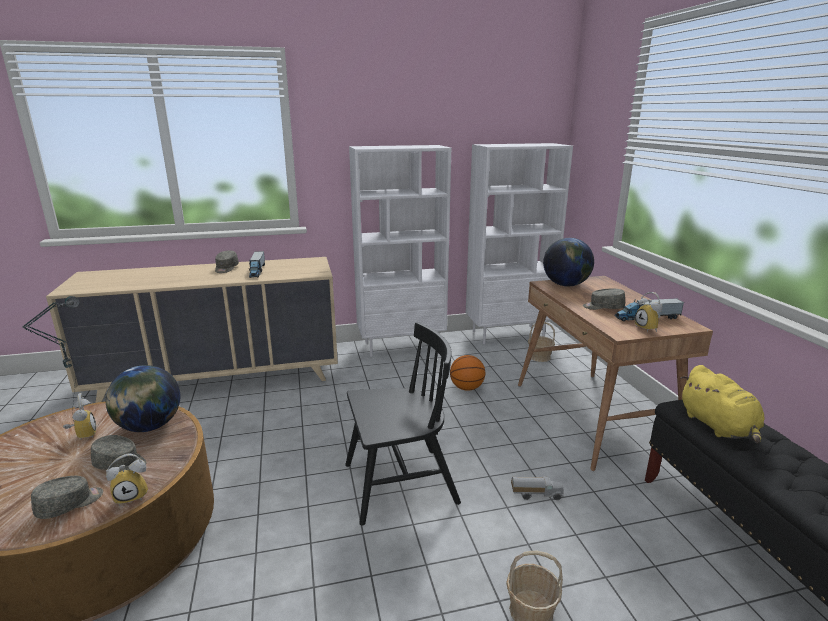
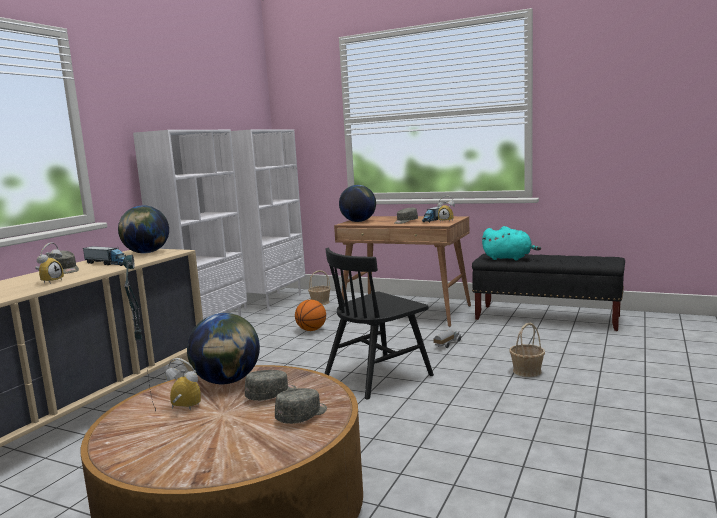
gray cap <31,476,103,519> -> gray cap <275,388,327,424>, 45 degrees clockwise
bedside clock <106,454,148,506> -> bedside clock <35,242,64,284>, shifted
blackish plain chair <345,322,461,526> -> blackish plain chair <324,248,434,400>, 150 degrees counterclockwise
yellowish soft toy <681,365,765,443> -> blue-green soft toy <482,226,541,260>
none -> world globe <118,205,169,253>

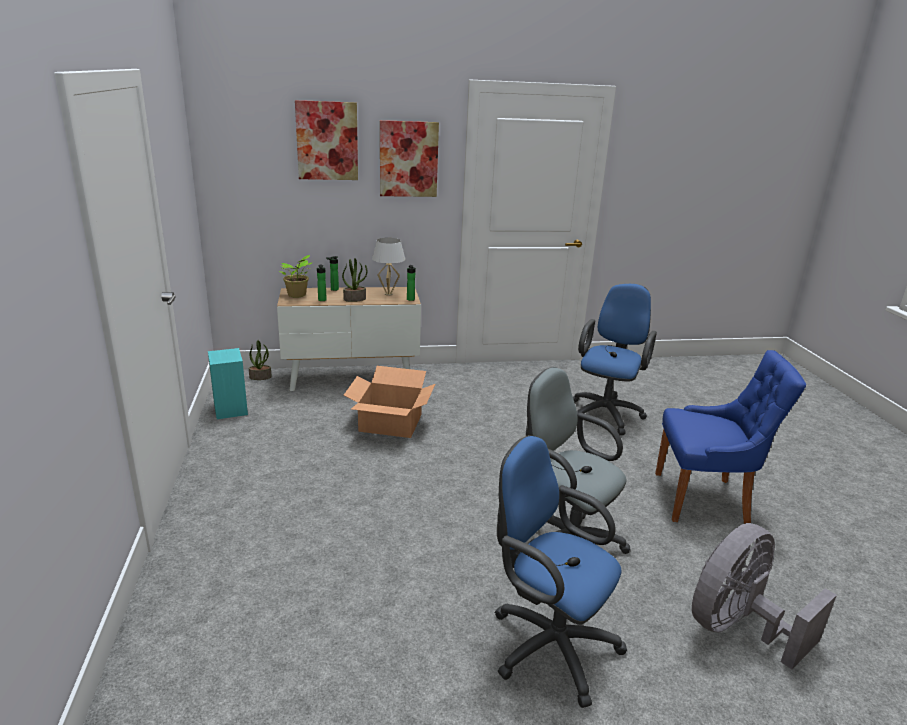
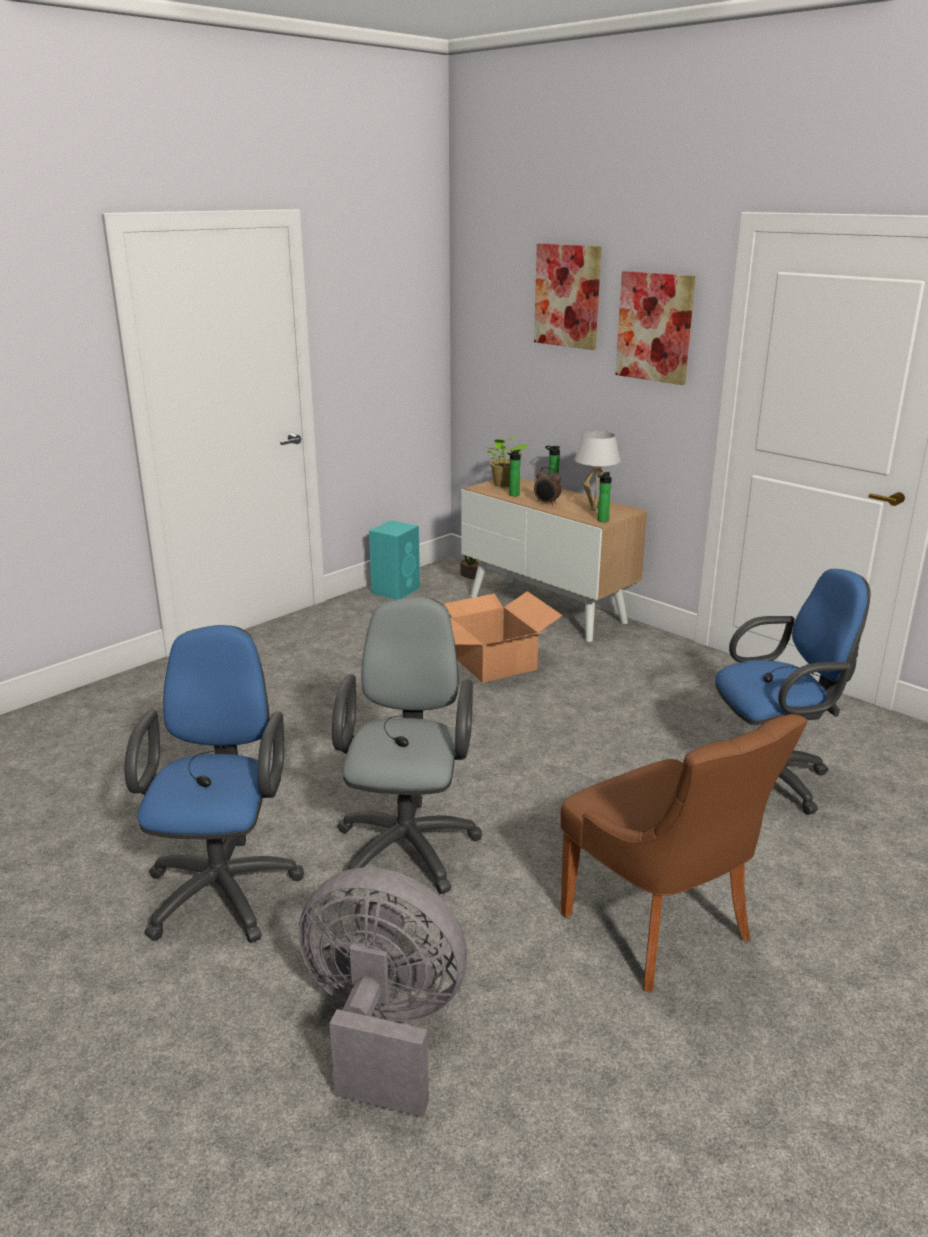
plant in a pot <342,258,367,302> -> bedside clock <534,467,562,505>
blue-coloured plain chair <655,350,806,524> -> brown-coloured plain chair <560,714,808,992>

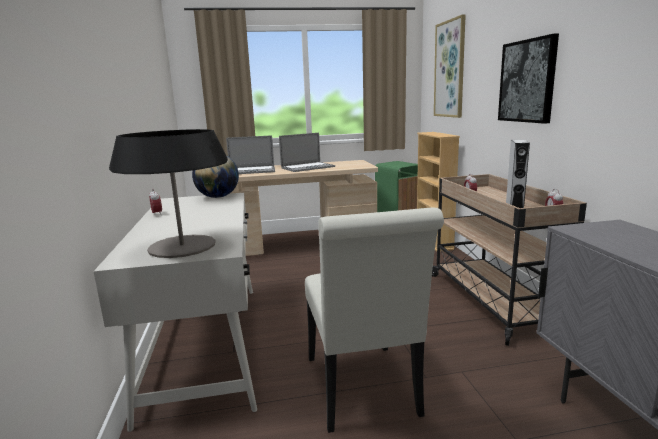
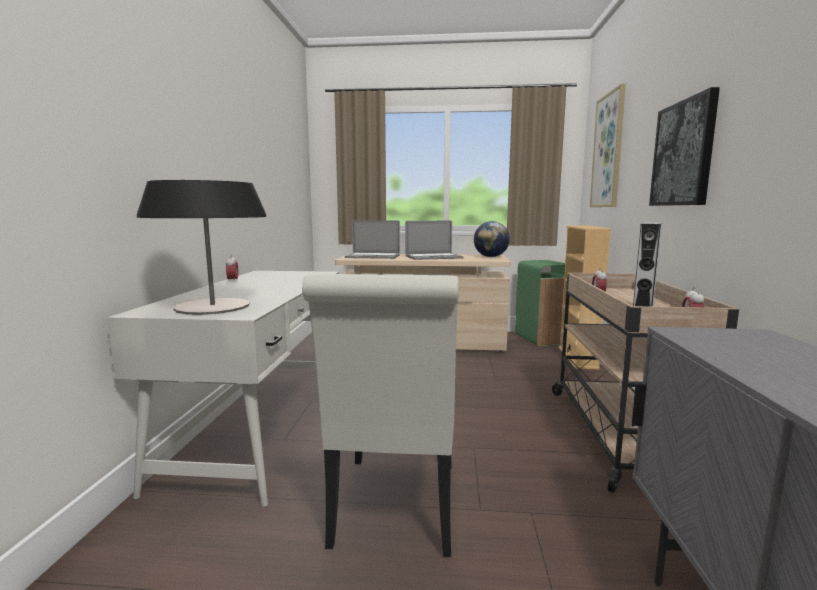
world globe <192,155,239,198> -> world globe <474,221,510,257>, shifted

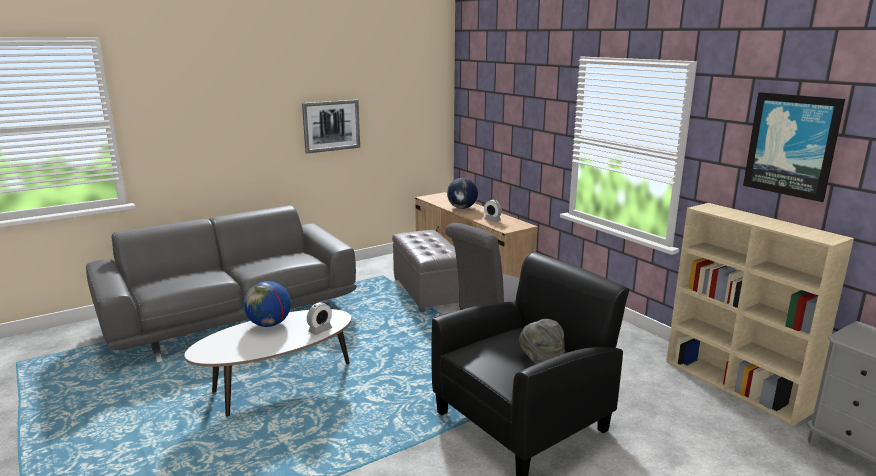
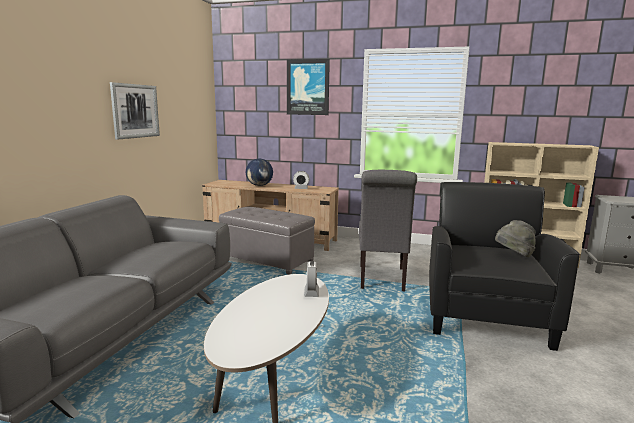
world globe <244,281,291,327> -> none
picture <743,92,845,202> -> picture <287,59,330,115>, shifted

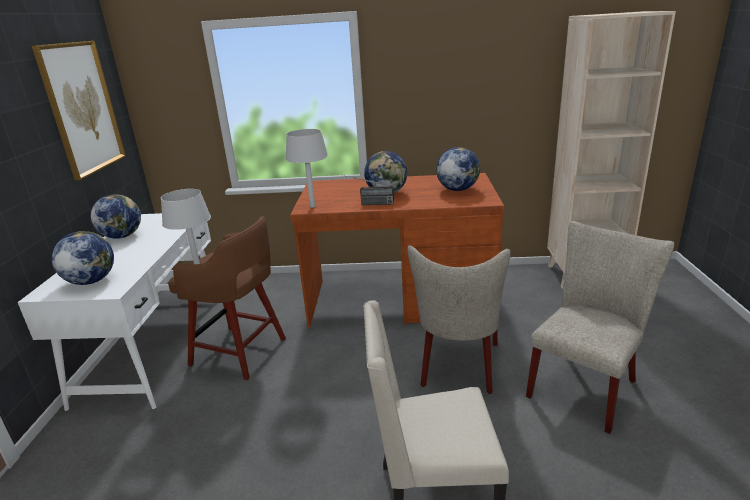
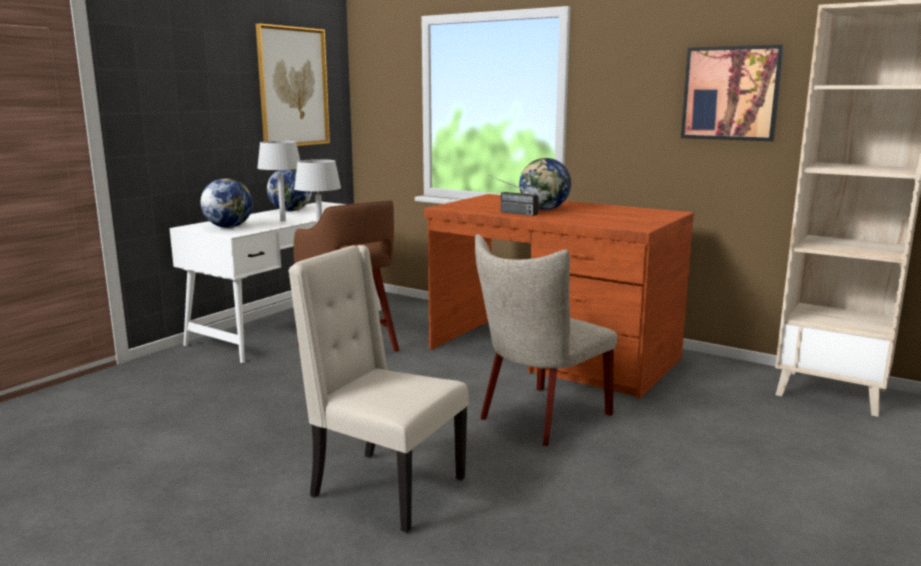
gray tabletop lamp <285,129,328,208> -> gray tabletop lamp <257,141,300,221>, shifted
world globe <436,147,480,191> -> none
beige plain chair <526,221,674,434> -> none
none -> picture <681,45,784,141>

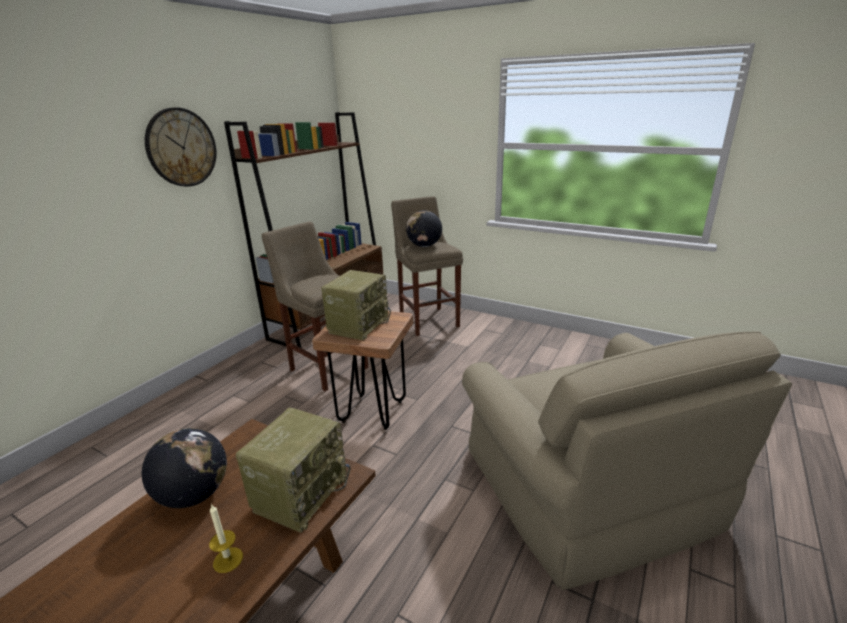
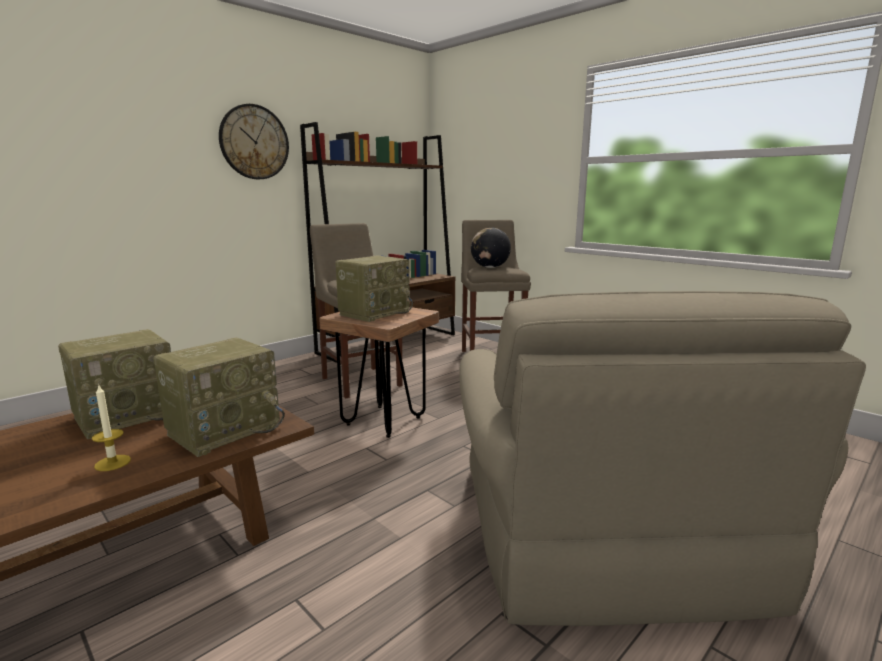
world globe <142,428,227,508> -> radio receiver <58,329,171,439>

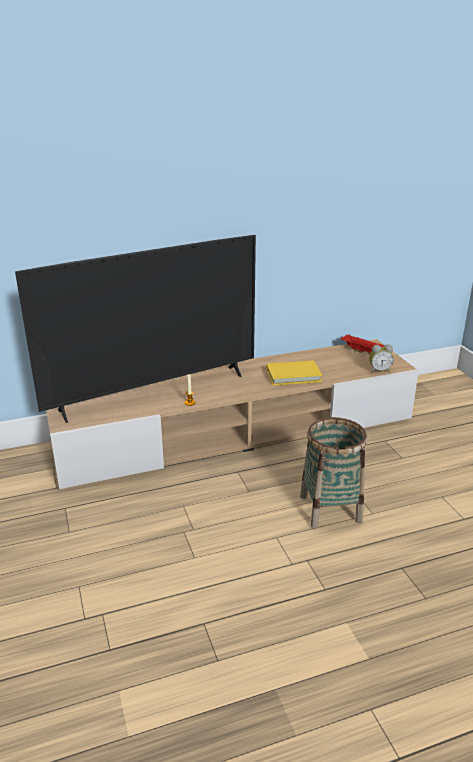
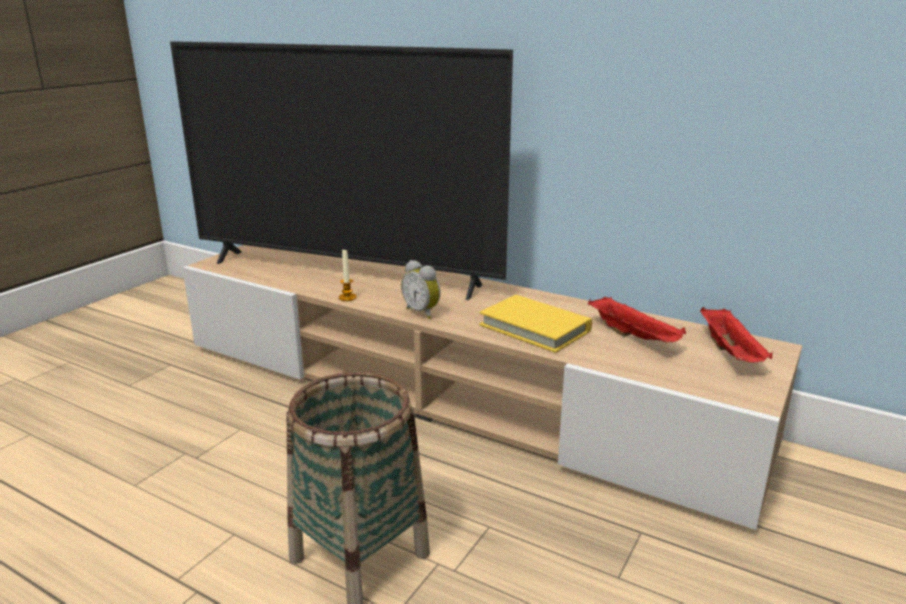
bedside clock <369,345,394,373> -> bedside clock <401,260,441,319>, shifted
none -> red tray <588,297,686,342>

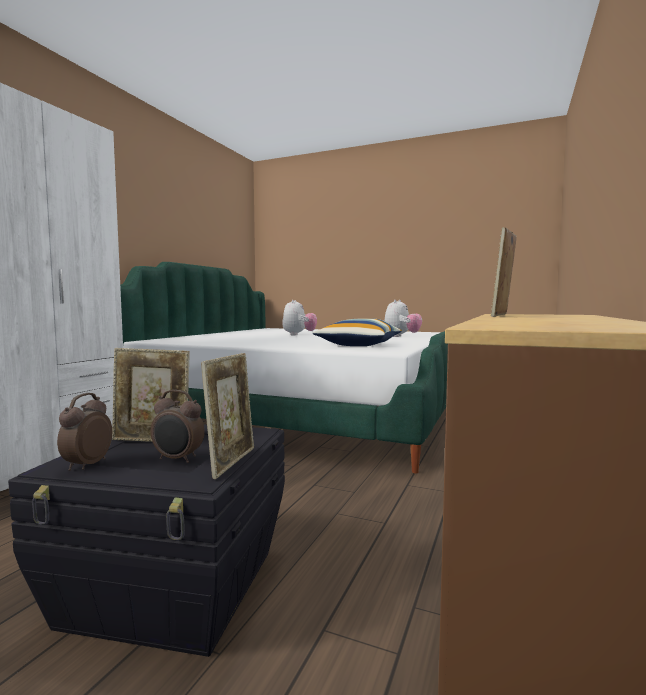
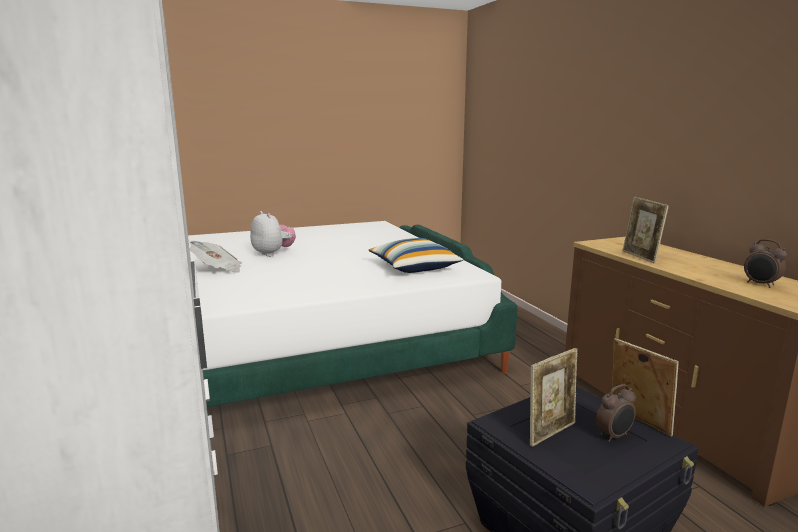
bedside clock <57,393,112,471> -> bedside clock <744,239,787,288>, shifted
soft toy <384,300,422,337> -> none
none -> newspaper <189,241,242,273>

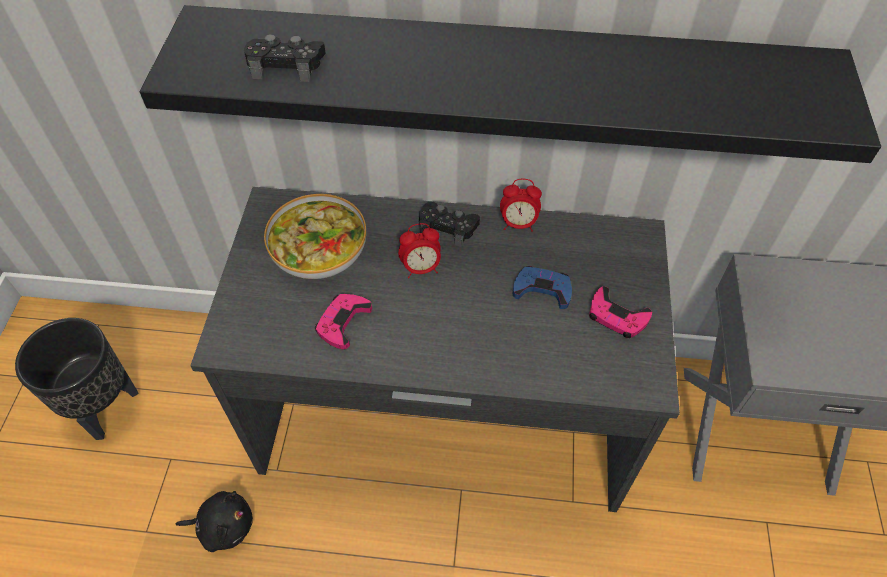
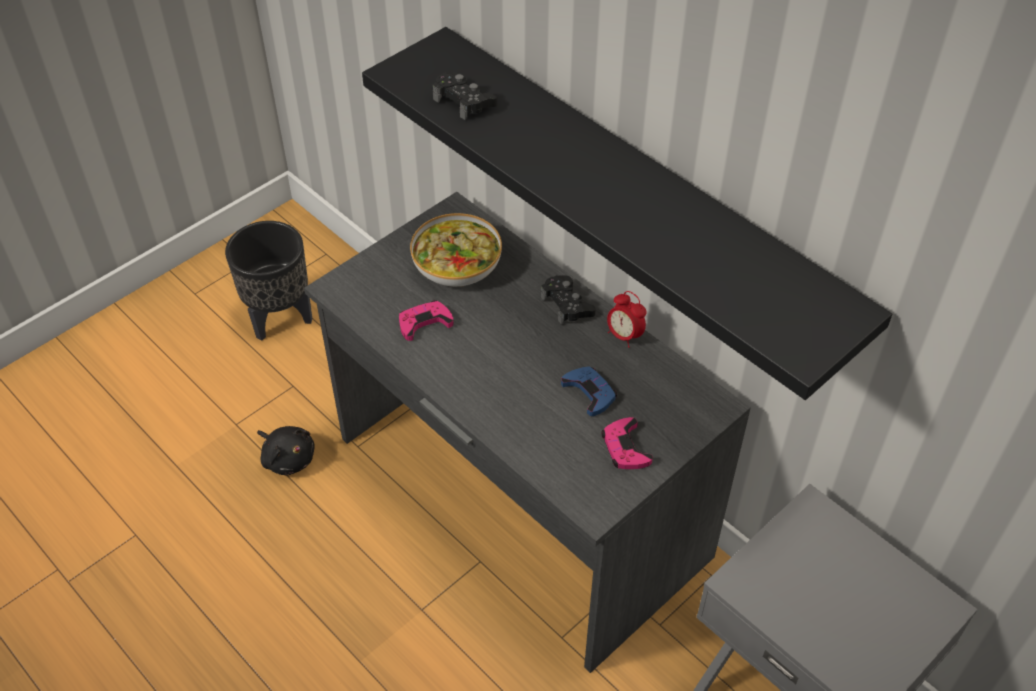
bedside clock <398,223,441,278> -> none

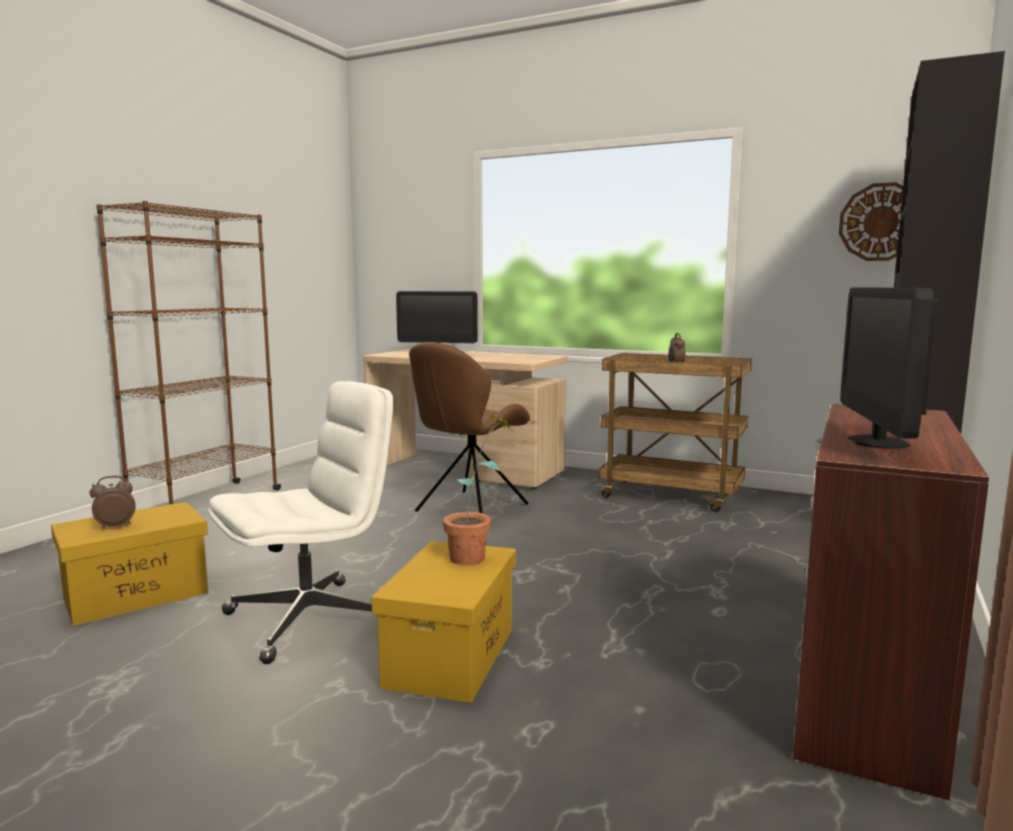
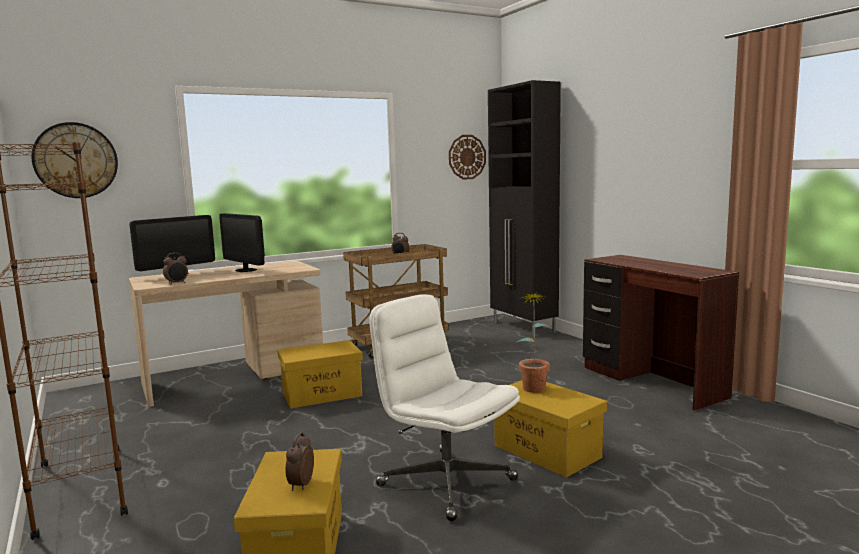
whitish desk chair <208,381,393,664> -> whitish desk chair <369,294,520,521>, 45 degrees counterclockwise
brown-coloured plain chair <409,342,530,513> -> yellowish storage bin <277,340,363,409>
computer display <840,288,938,449> -> computer display <219,213,265,272>, shifted
none -> hanging clock <31,122,118,198>
none -> bedside clock <163,253,188,285>

